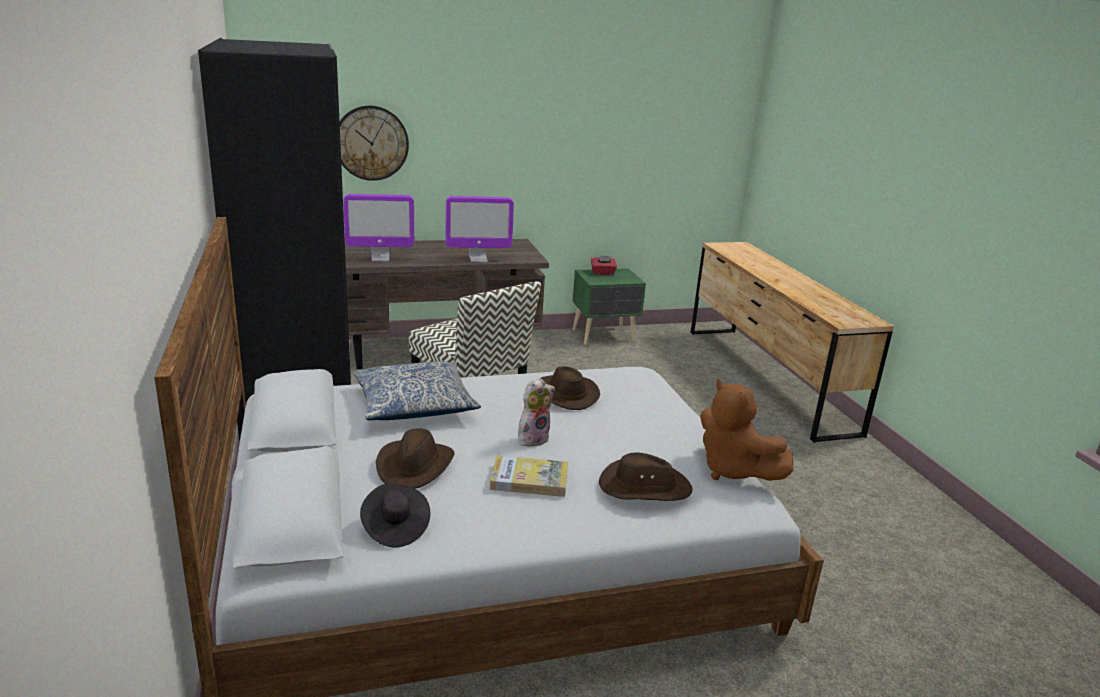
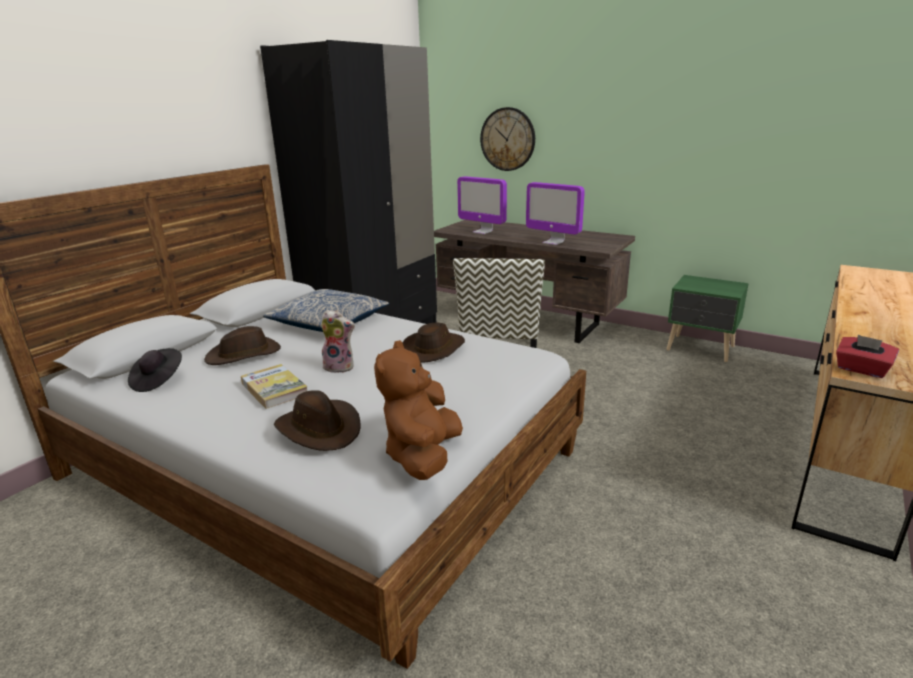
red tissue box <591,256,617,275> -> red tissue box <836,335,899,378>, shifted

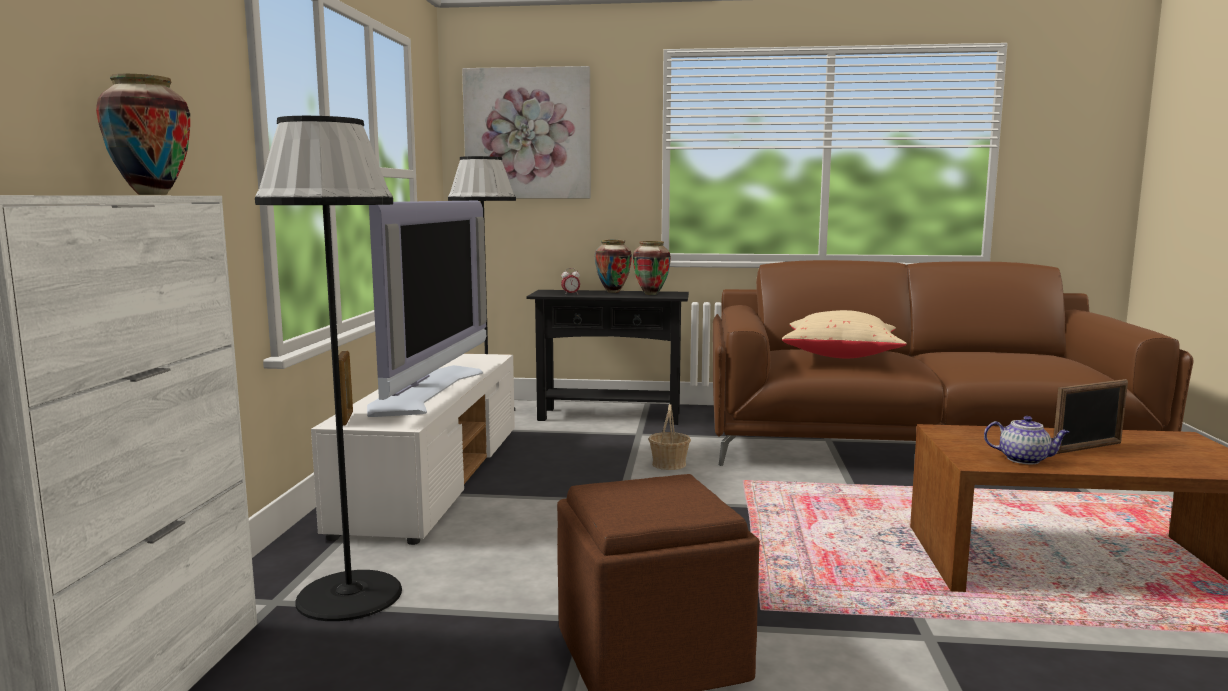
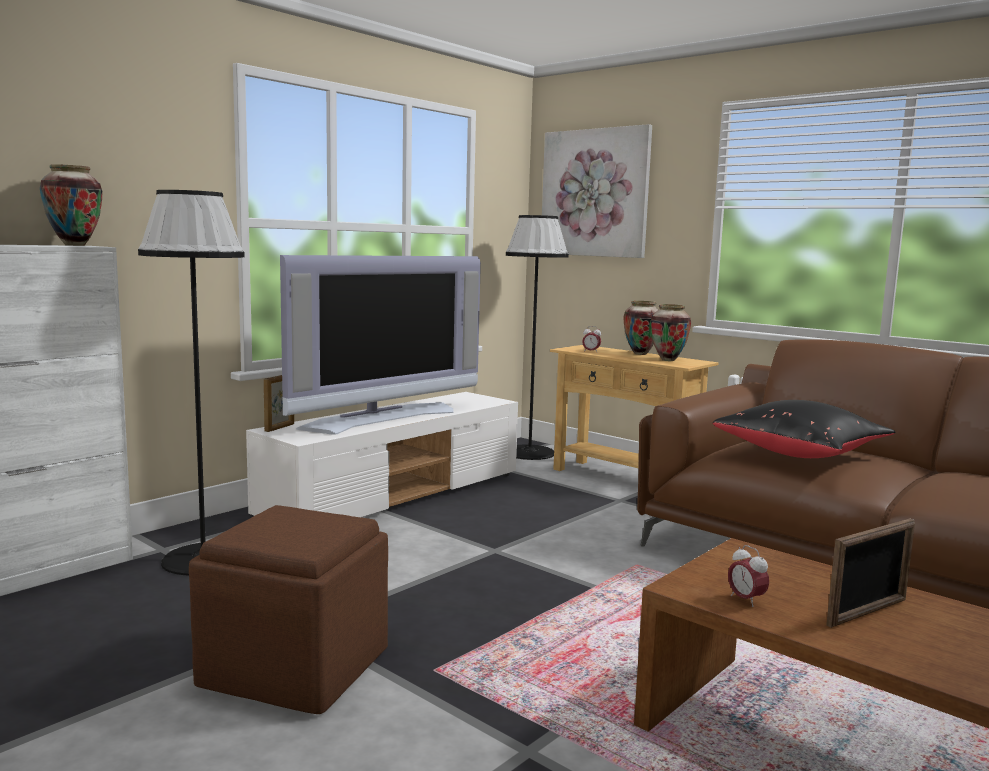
blackish console table <527,290,689,425> -> beige console table <550,345,718,471>
storage basket <648,404,691,470> -> none
beige pillow <782,310,907,358> -> blackish pillow <713,400,896,458>
tea pot <984,416,1070,464> -> bedside clock <728,545,769,607>
standing frame <1053,379,1128,454> -> standing frame <826,518,915,628>, 45 degrees counterclockwise

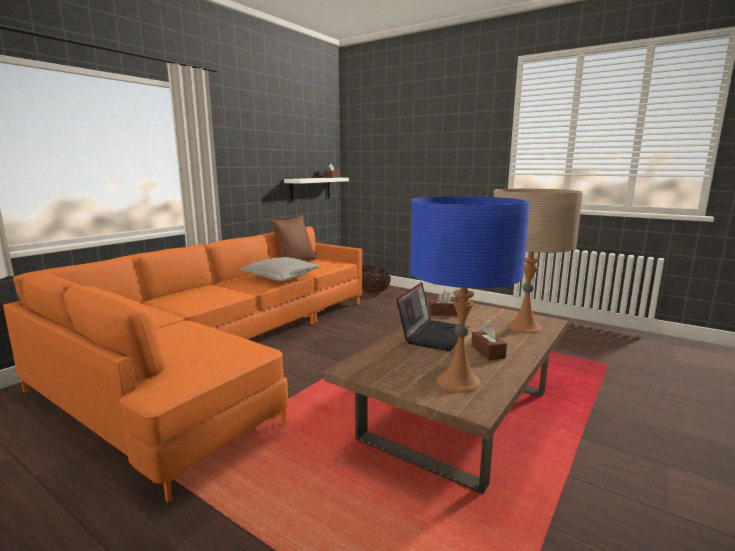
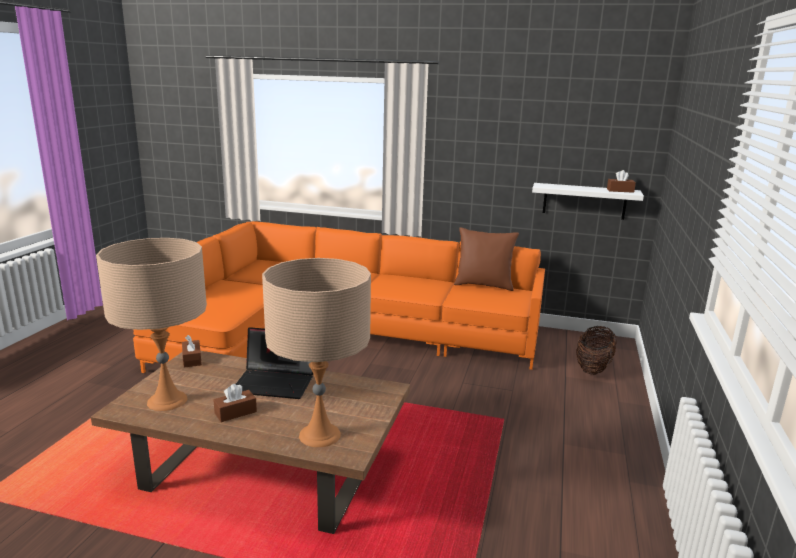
gray pillow <240,257,320,281> -> none
blue-coloured tabletop lamp <410,196,530,393> -> beige tabletop lamp <96,238,207,411>
brown-coloured tissue box <429,291,458,316> -> brown-coloured tissue box <182,335,202,368>, shifted

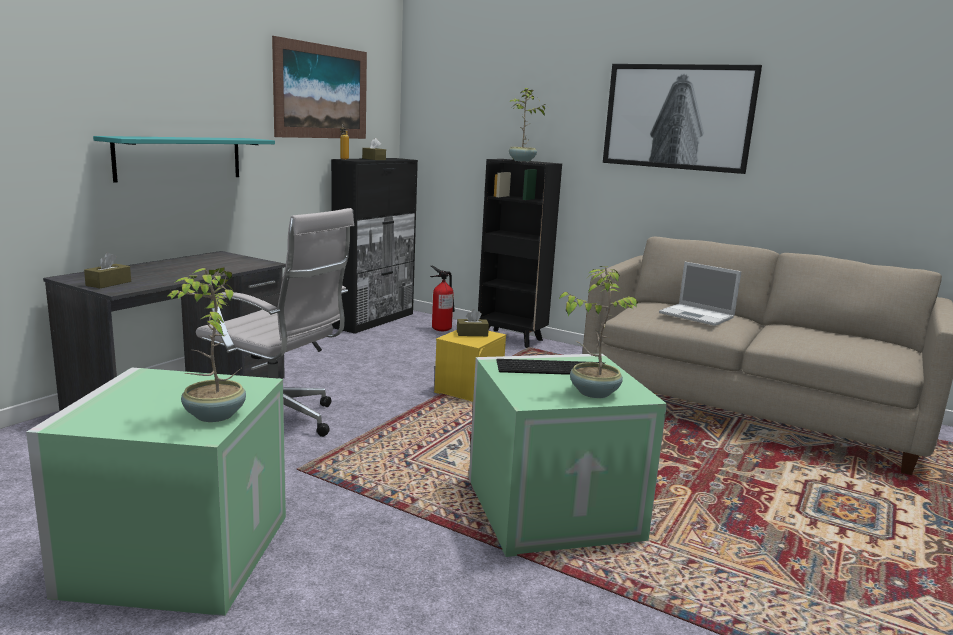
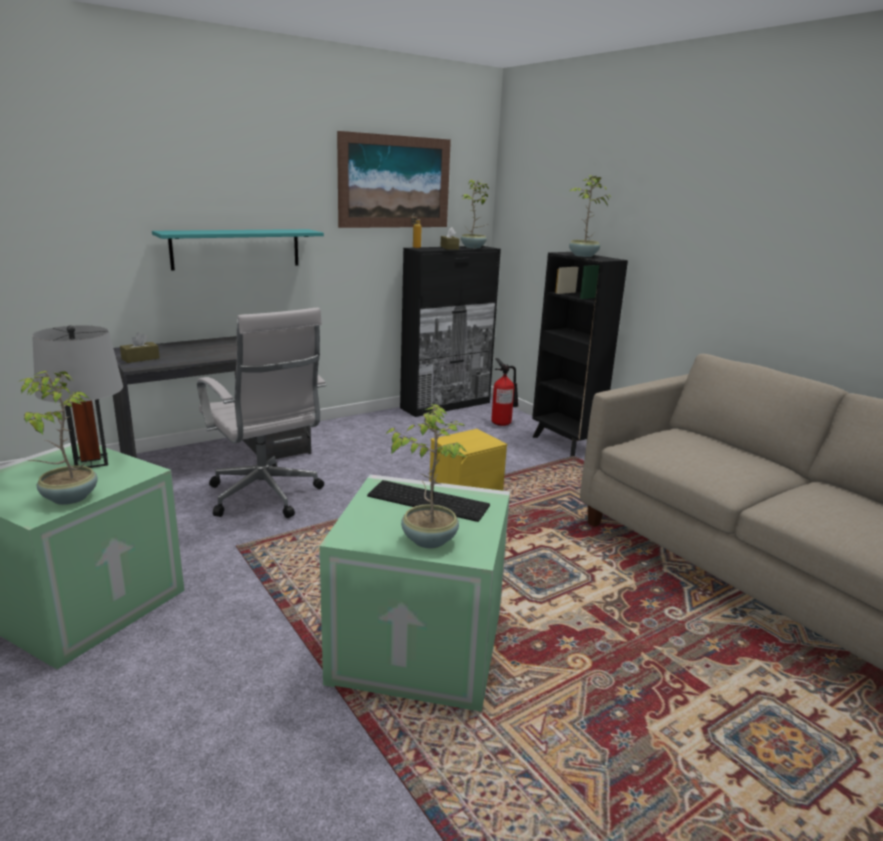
brown-coloured tissue box <457,309,489,336> -> none
picture <603,64,762,174> -> none
portable computer <659,262,741,326> -> none
none -> gray tabletop lamp <32,325,123,468>
none -> plant in a pot <461,179,489,248>

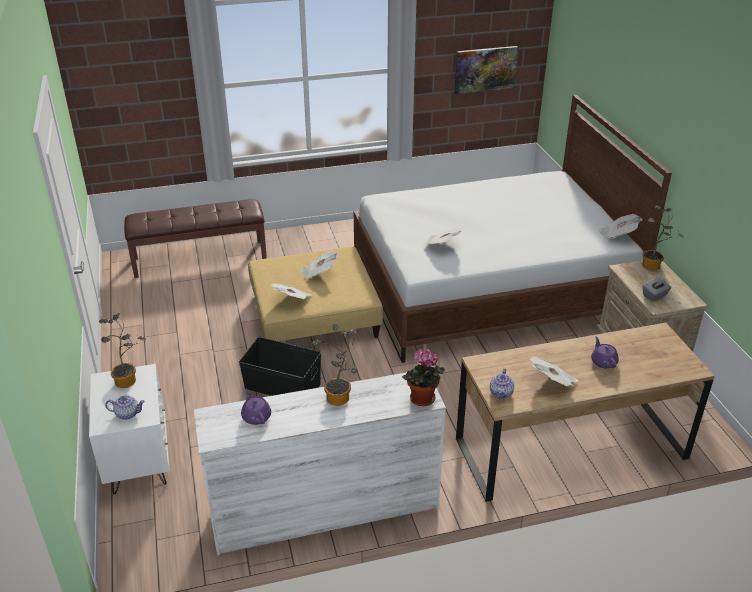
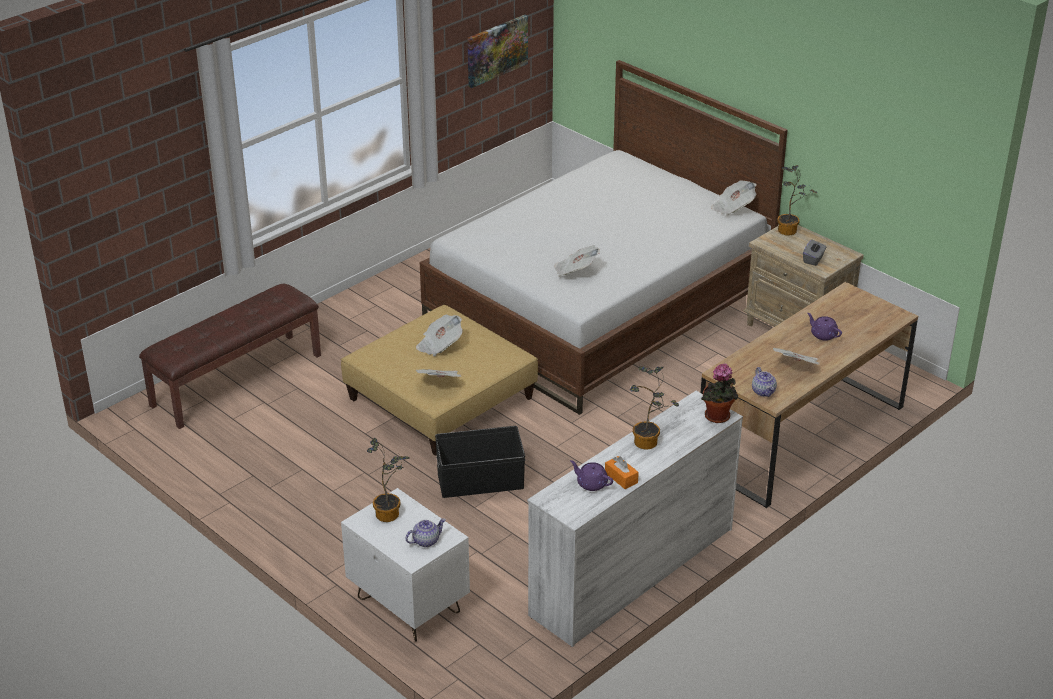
none -> orange tissue box <605,456,639,489>

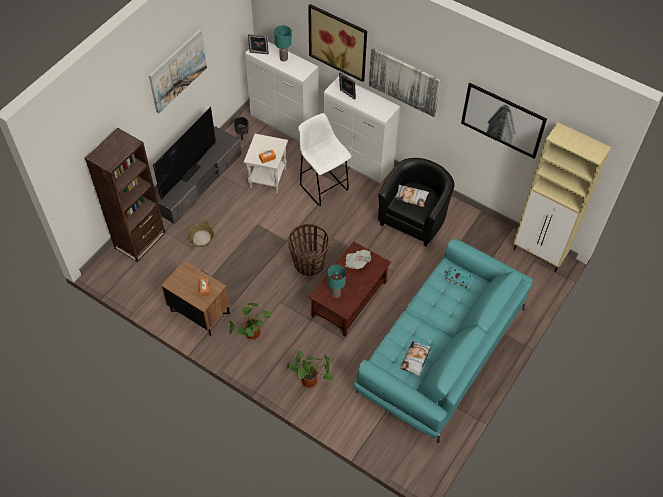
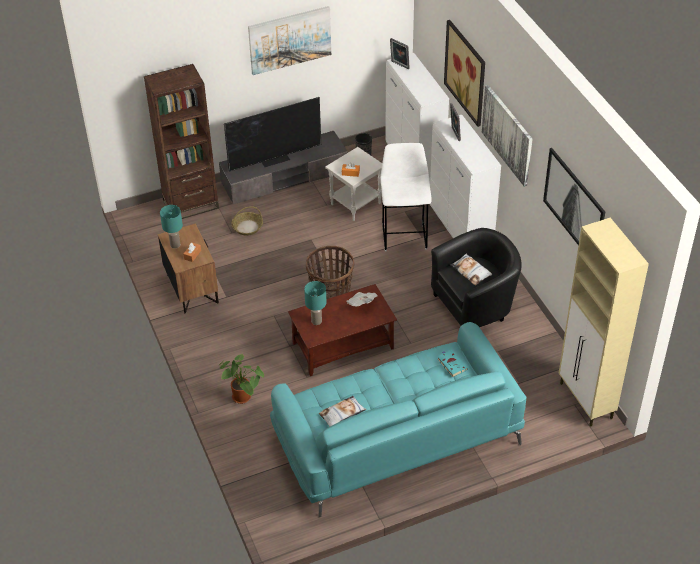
plant in a pot <229,302,272,340> -> none
blue-green tabletop lamp <274,25,292,62> -> blue-green tabletop lamp <160,205,183,248>, shifted

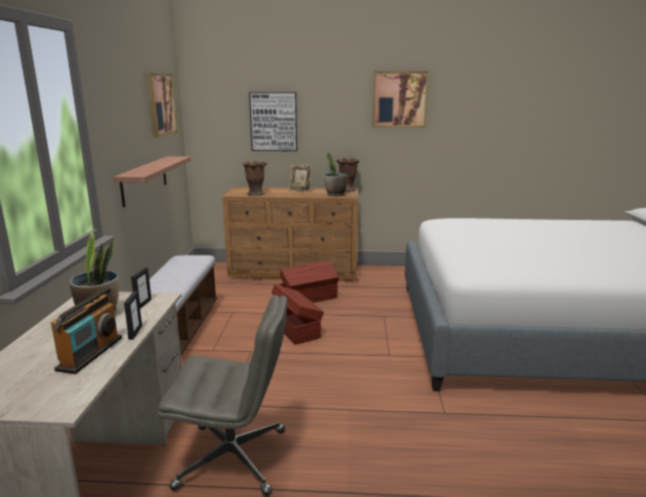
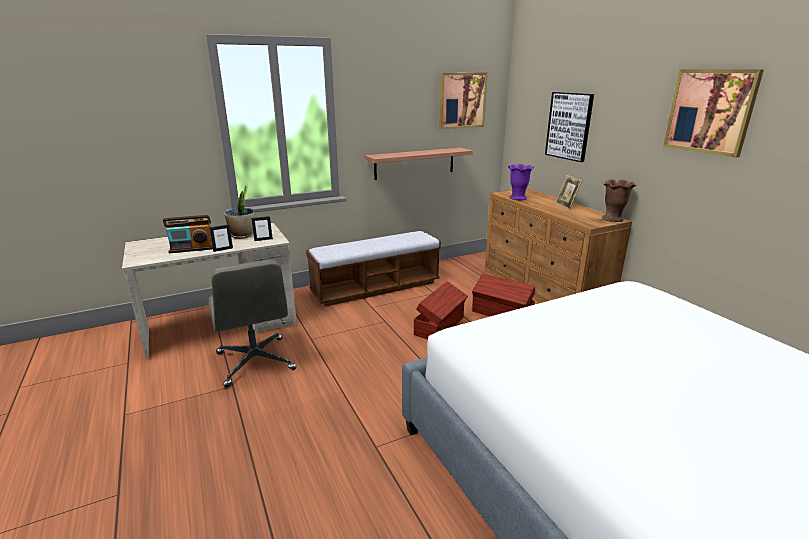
brown-coloured flower vase <242,161,267,196> -> purplish flower vase <508,164,534,200>
plant in a pot <324,153,347,196> -> none

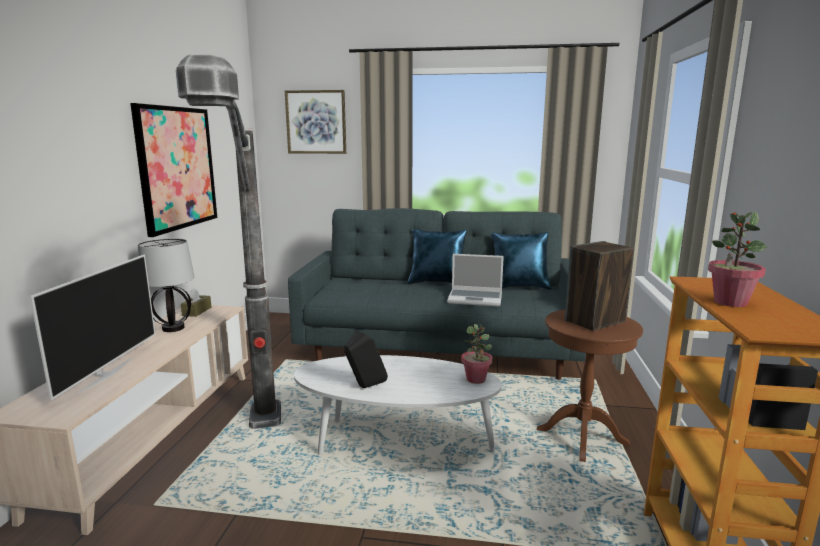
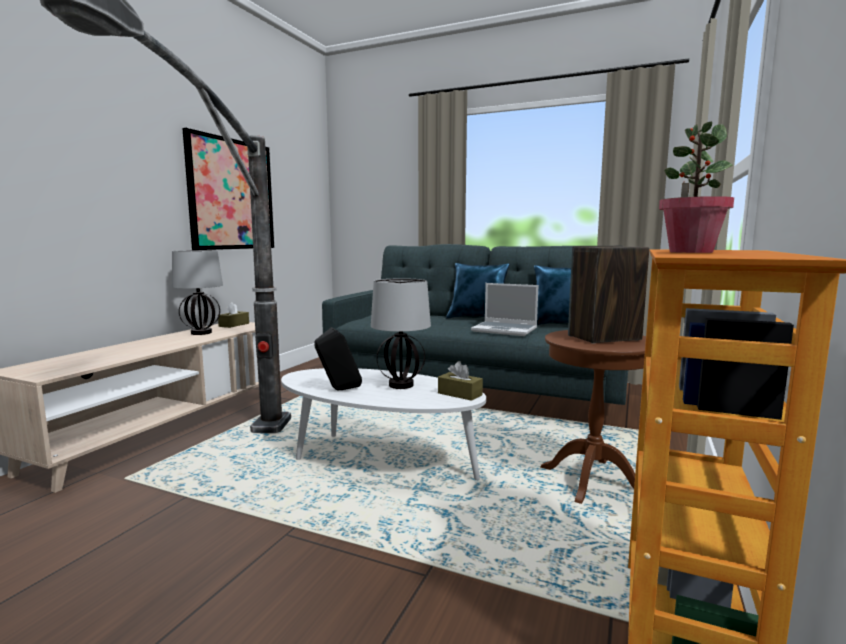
TV <30,255,155,400> -> none
picture <285,90,346,154> -> none
plant in a pot <461,324,492,384> -> brown-coloured tissue box <438,361,483,401>
none -> tabletop lamp <371,278,431,389>

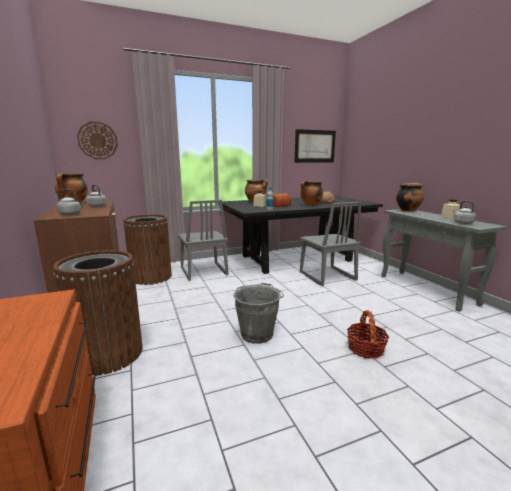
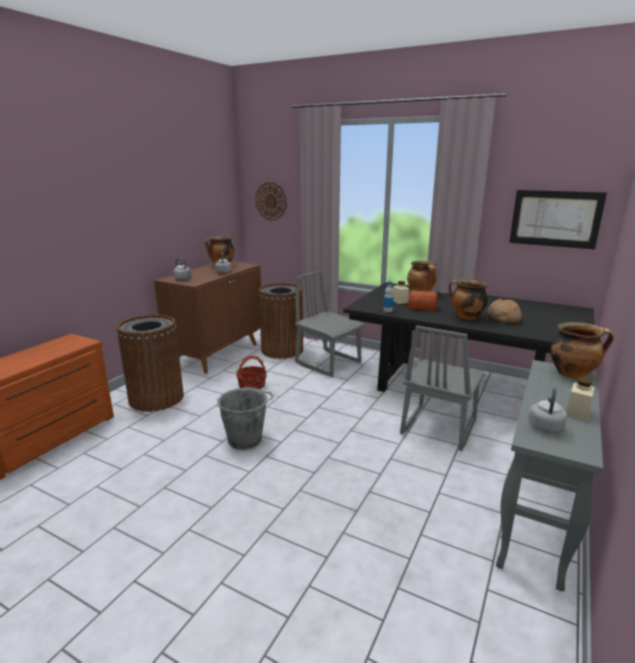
gray plain chair <178,200,229,281> -> gray plain chair <295,271,365,377>, 105 degrees clockwise
storage basket <347,310,389,359> -> storage basket <236,355,267,389>, shifted

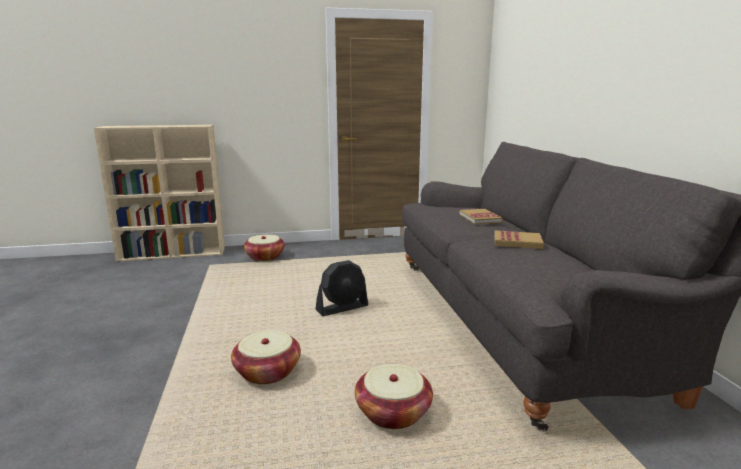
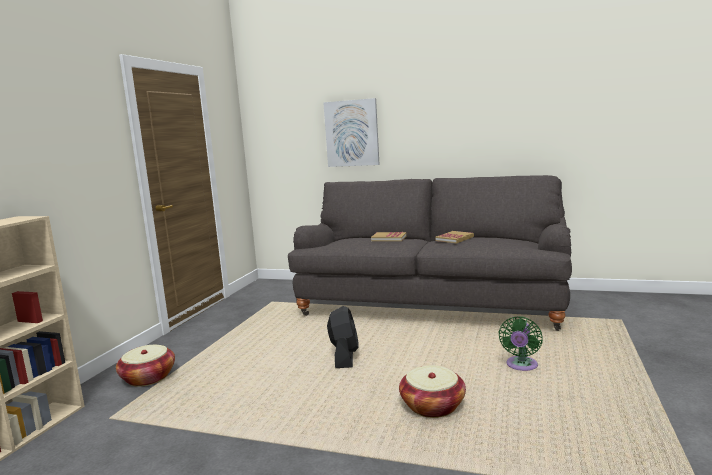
storage basket <355,364,433,429> -> green cooling fan <499,316,543,371>
none -> picture <323,98,380,167>

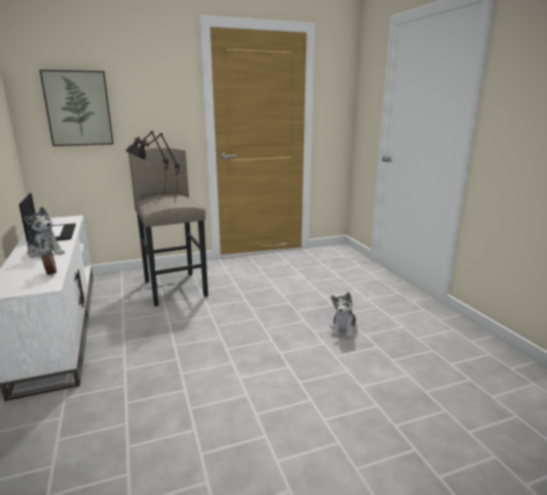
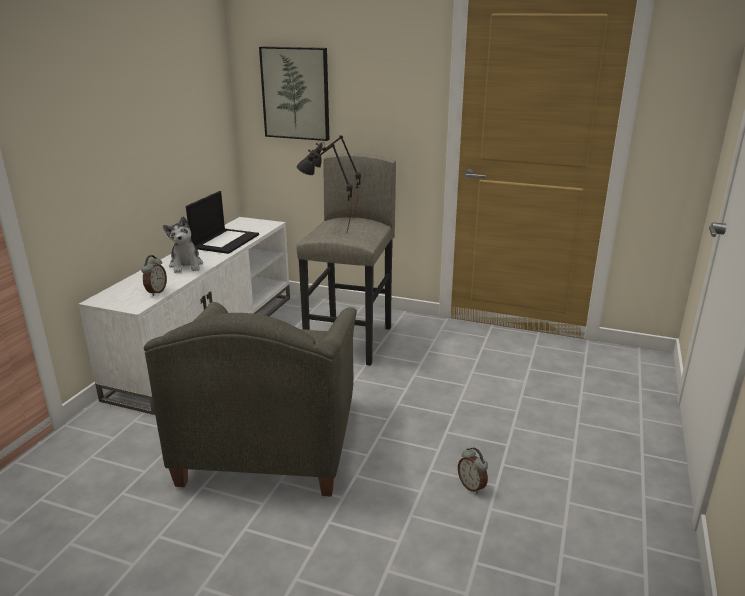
soft toy <330,292,358,338> -> bedside clock <458,447,488,494>
none -> gray easy chair <144,302,357,497>

